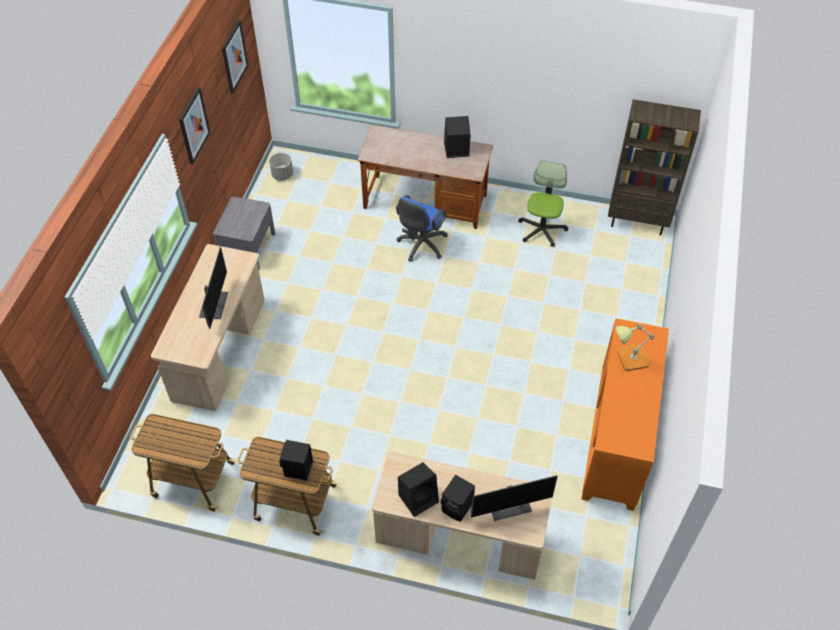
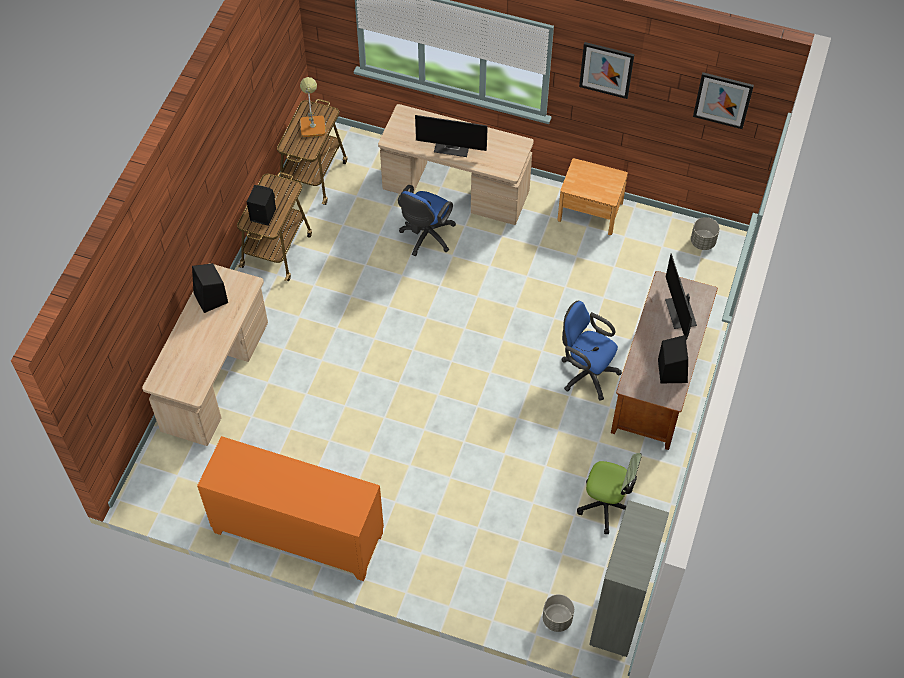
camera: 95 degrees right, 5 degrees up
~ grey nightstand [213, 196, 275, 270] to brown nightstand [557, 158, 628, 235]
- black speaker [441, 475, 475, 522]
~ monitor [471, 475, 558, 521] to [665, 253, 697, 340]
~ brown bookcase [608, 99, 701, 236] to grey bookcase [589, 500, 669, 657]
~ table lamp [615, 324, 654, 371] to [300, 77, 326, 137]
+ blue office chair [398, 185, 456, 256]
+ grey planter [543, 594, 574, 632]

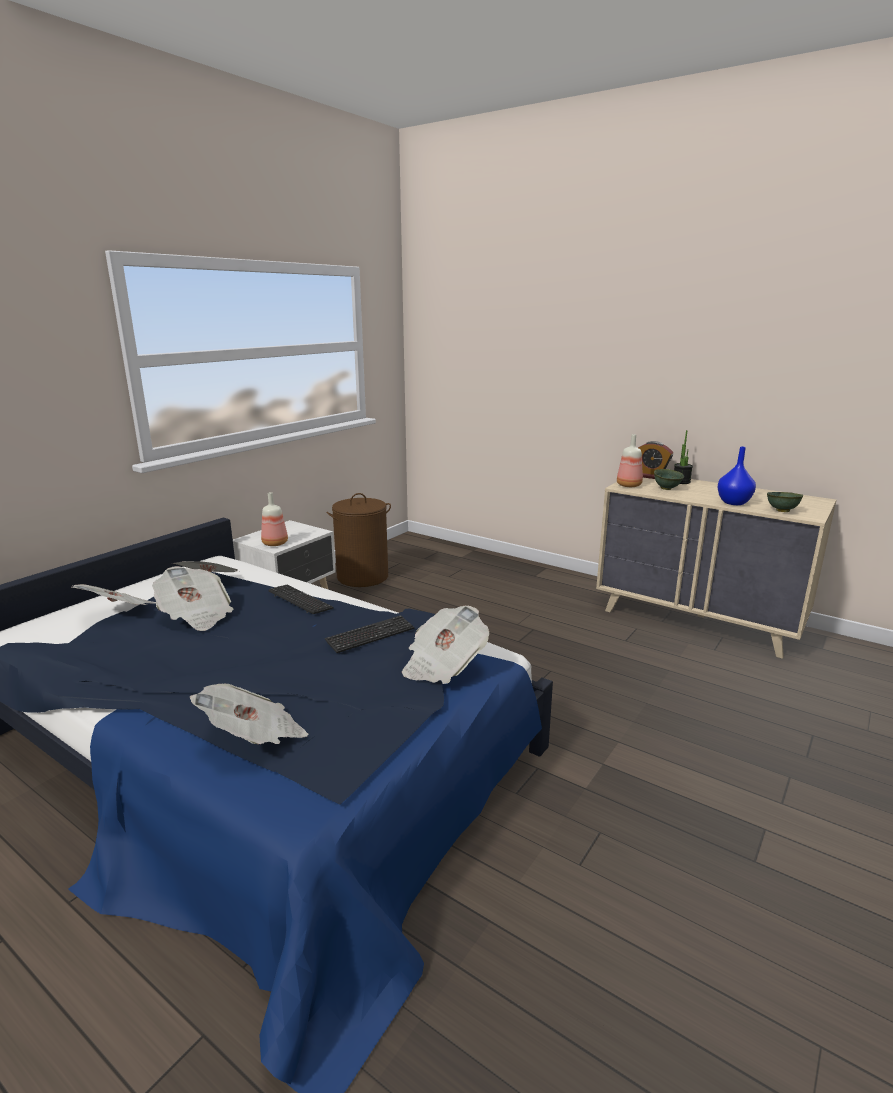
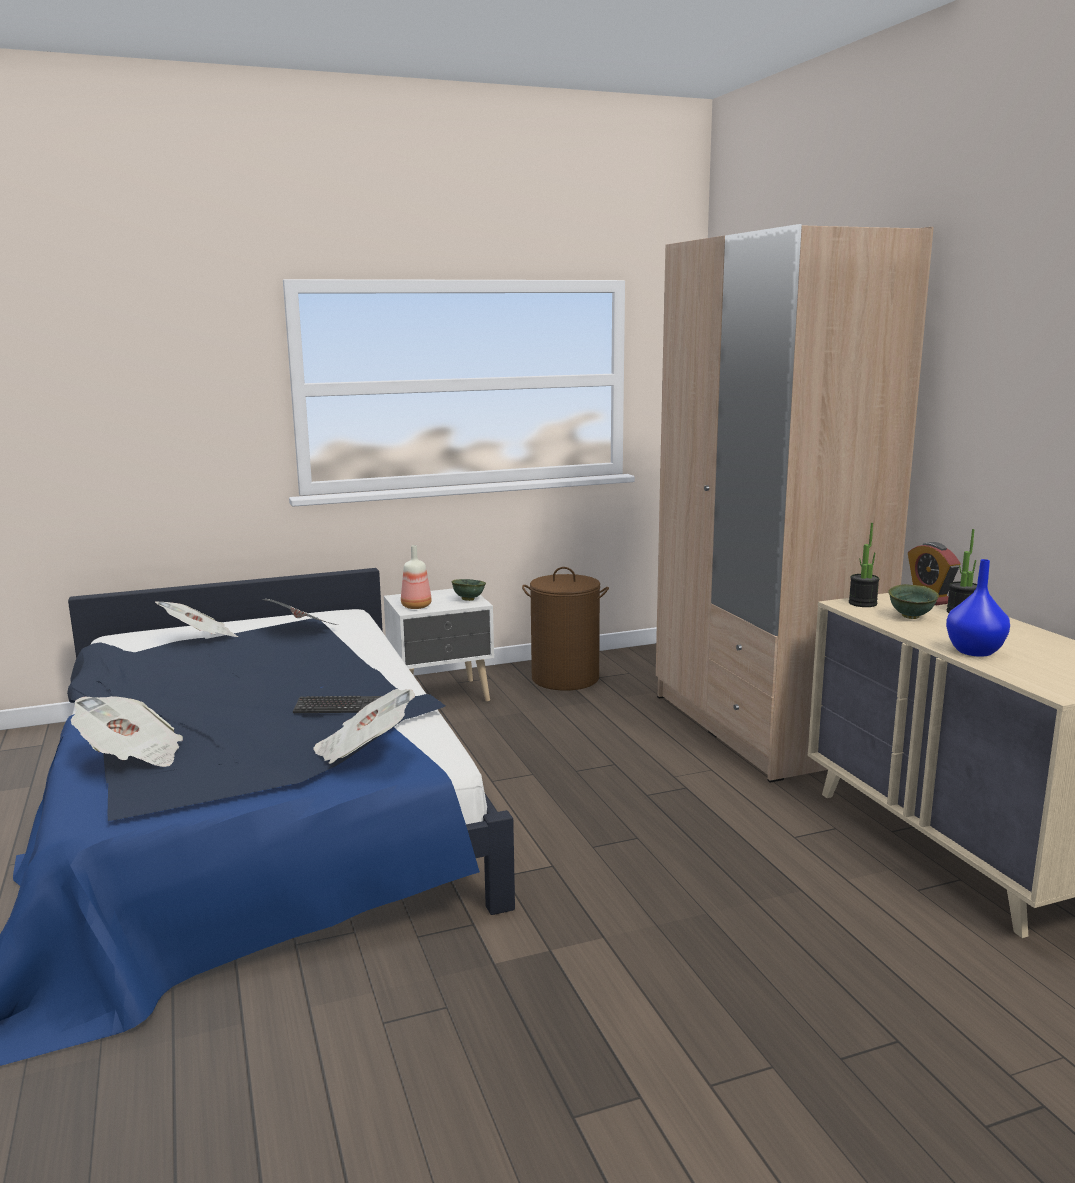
camera: 35 degrees right, 5 degrees down
- newspaper [152, 566, 234, 631]
- keyboard [269, 585, 334, 614]
~ bottle [617, 434, 643, 487] to potted plant [849, 523, 879, 607]
~ green bowl [767, 492, 803, 512] to [452, 579, 486, 601]
+ beige wardrobe [656, 224, 934, 783]

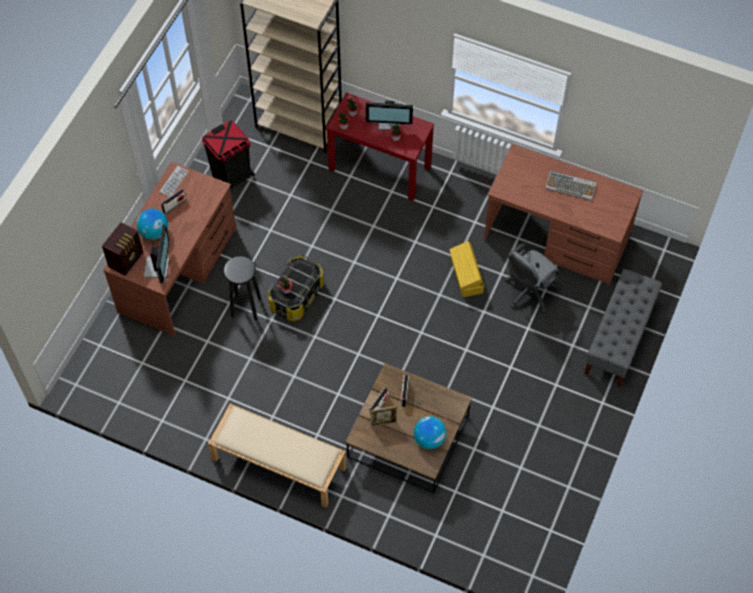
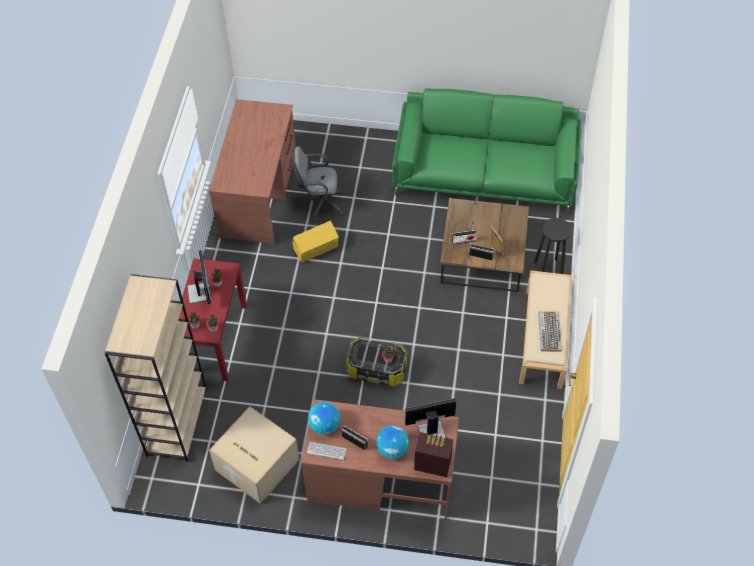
camera: 105 degrees left, 5 degrees down
~ black trash can [202, 120, 255, 189] to cardboard box [209, 406, 300, 504]
~ black stool [224, 256, 261, 320] to [534, 218, 572, 274]
~ globe [414, 416, 446, 449] to [308, 402, 340, 435]
~ grey office chair [505, 243, 560, 313] = [292, 146, 344, 221] 150 degrees clockwise
~ keyboard [545, 171, 597, 201] to [538, 311, 562, 352]
- grey bench [584, 269, 663, 387]
+ green sofa [392, 88, 581, 214]

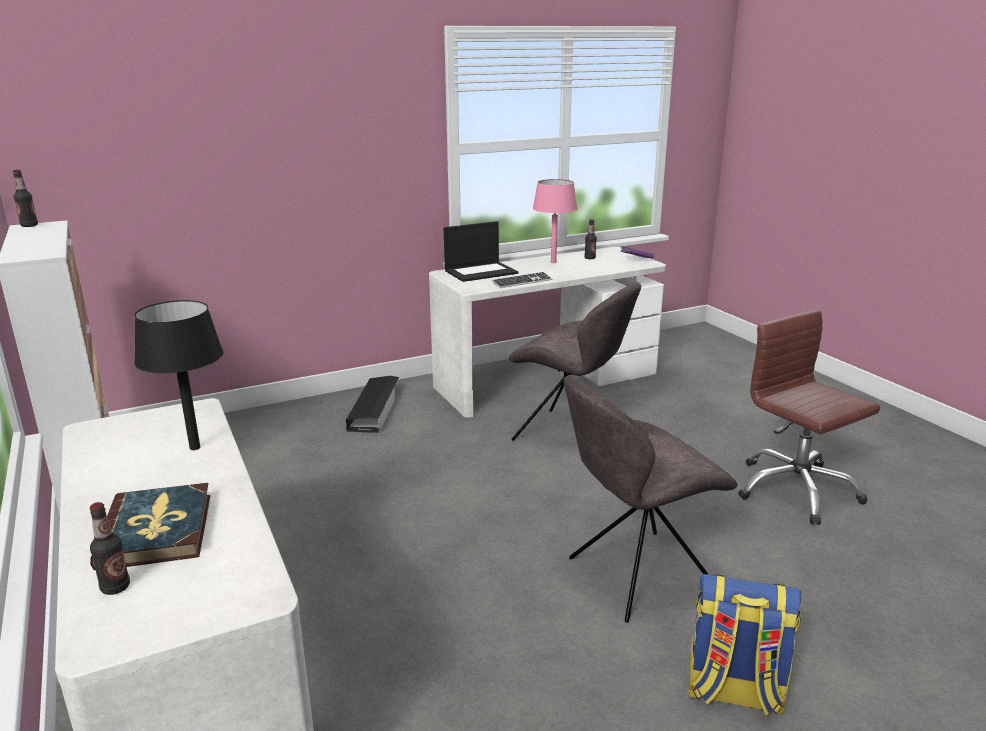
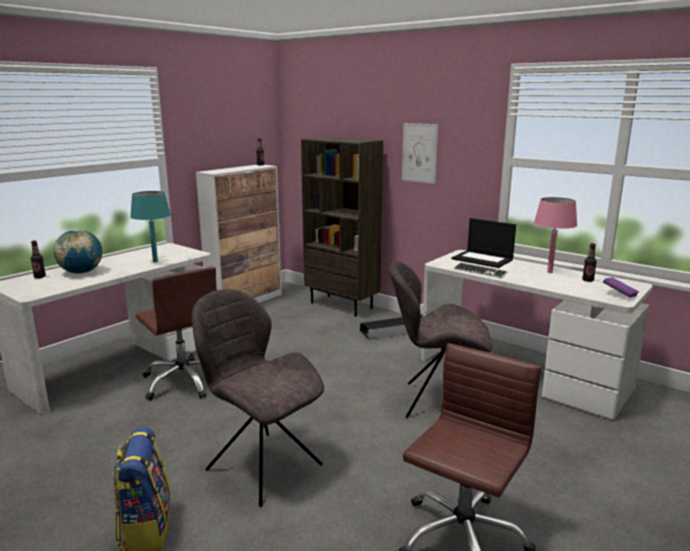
camera: 65 degrees right, 5 degrees down
~ book [90, 483, 210, 571] to globe [54, 229, 102, 274]
~ black table lamp [134, 300, 223, 450] to turquoise table lamp [130, 191, 171, 262]
~ grey chair [509, 281, 641, 460] = [389, 261, 492, 418] 90 degrees clockwise
+ brown office chair [136, 267, 217, 400]
+ brown bookcase [301, 137, 383, 316]
+ picture [402, 123, 438, 184]

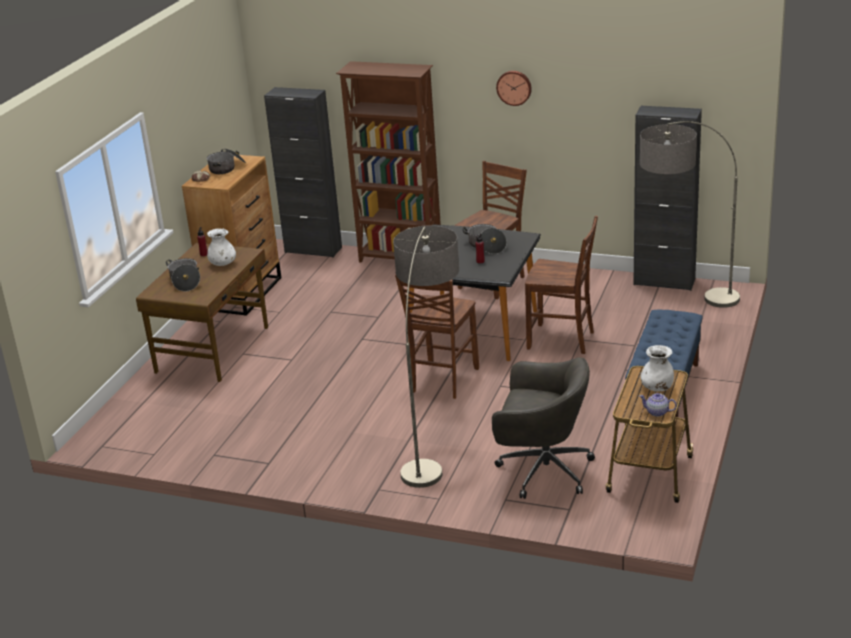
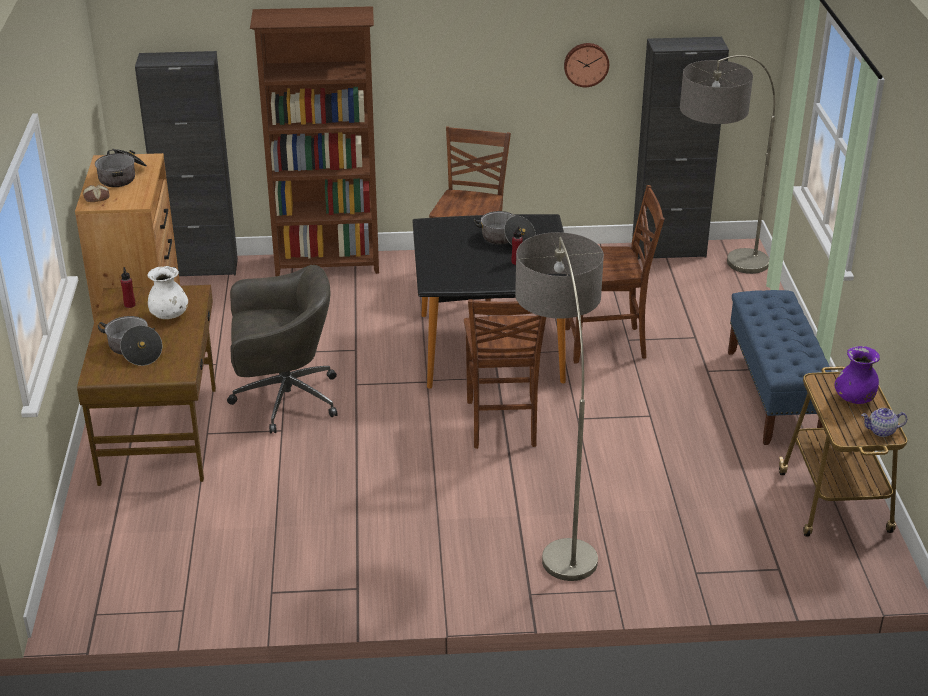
camera: 25 degrees left, 5 degrees up
~ grey office chair [492, 357, 595, 499] to [227, 265, 338, 434]
~ wall clock [496, 71, 532, 106] to [564, 43, 609, 87]
~ white vase [640, 345, 674, 391] to purple vase [834, 346, 880, 404]

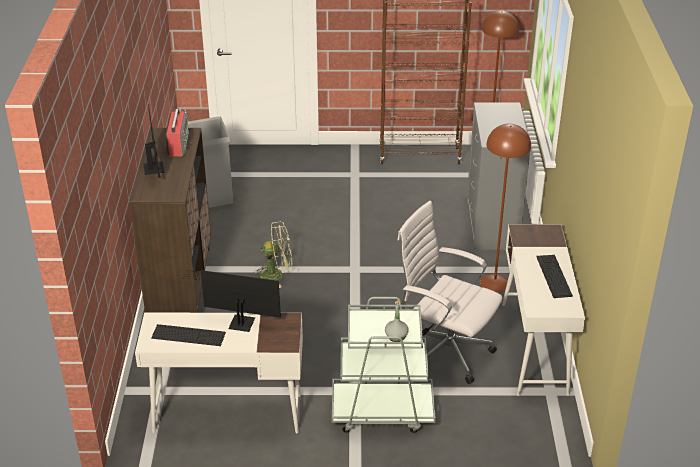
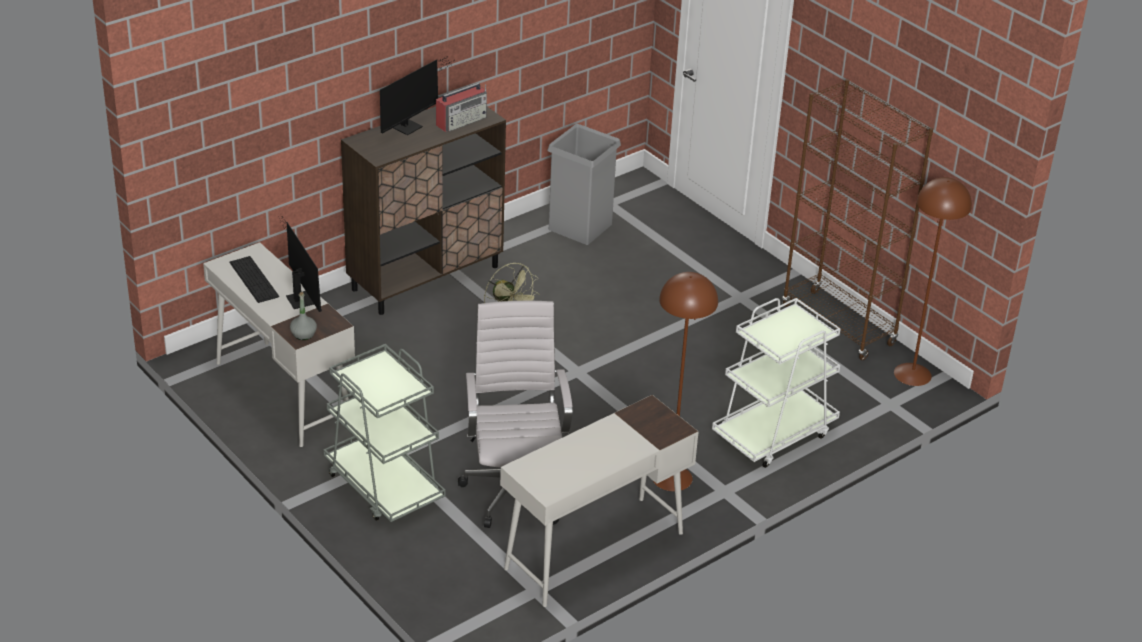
camera: 50 degrees right, 0 degrees up
~ grey bottle [385, 300, 409, 342] to [290, 292, 317, 340]
~ grey dresser [467, 102, 530, 250] to white cart [712, 298, 840, 468]
- keyboard [536, 255, 573, 298]

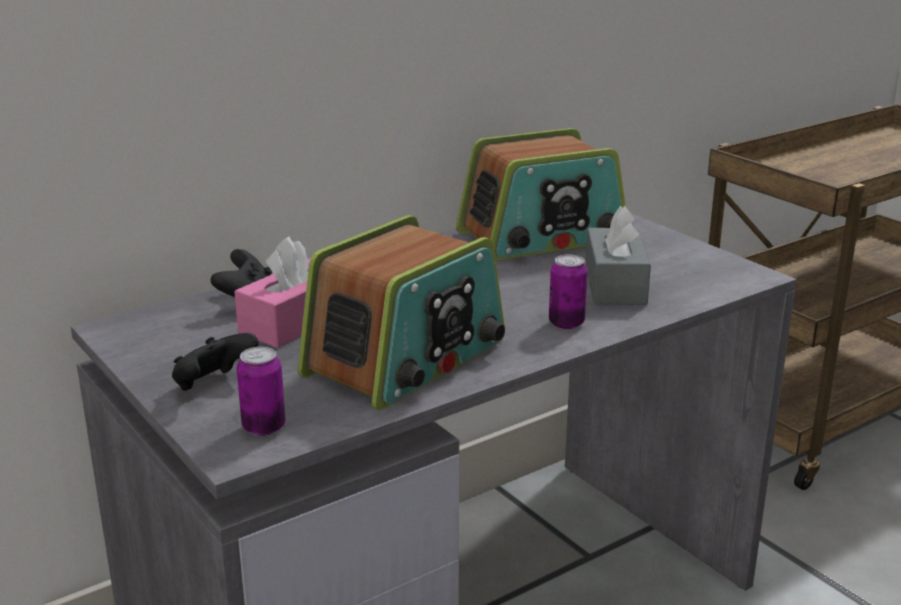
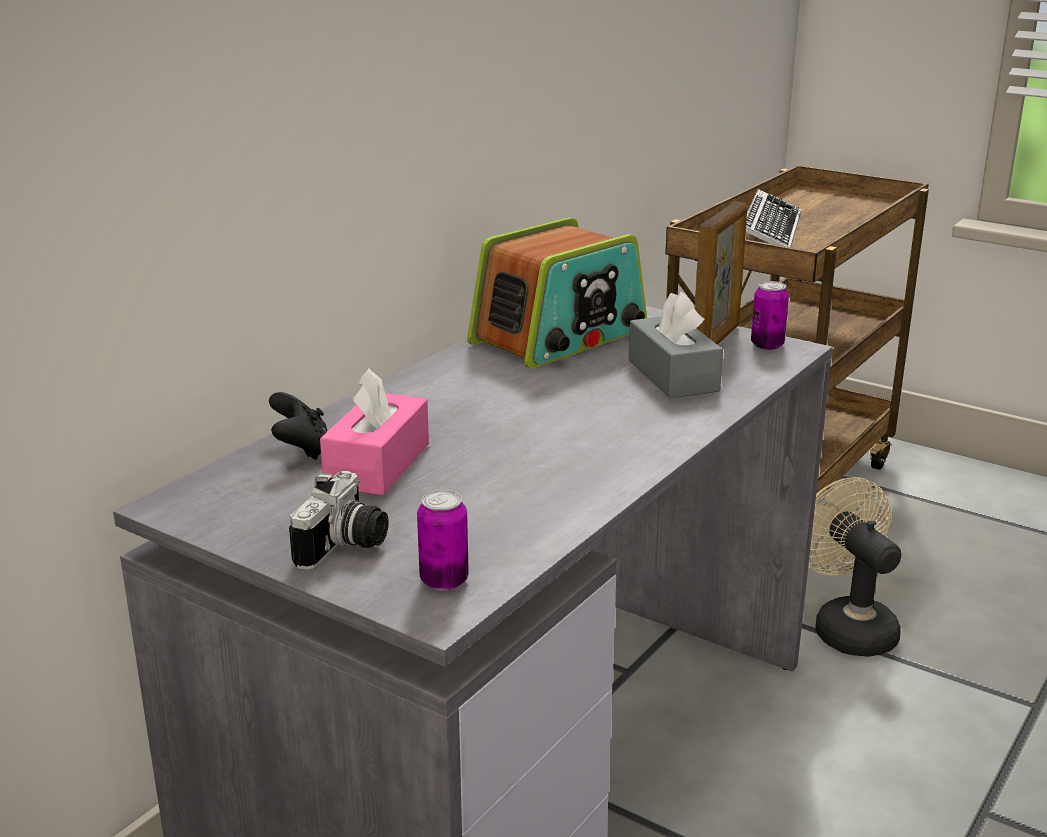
camera: 20 degrees left, 0 degrees up
~ black game controller [172, 333, 259, 391] to photo camera [289, 471, 389, 570]
- radio [298, 215, 505, 410]
~ can [549, 254, 588, 329] to [751, 281, 789, 350]
+ picture frame [694, 201, 747, 345]
+ keyboard [746, 189, 801, 247]
+ beige fan [808, 477, 901, 657]

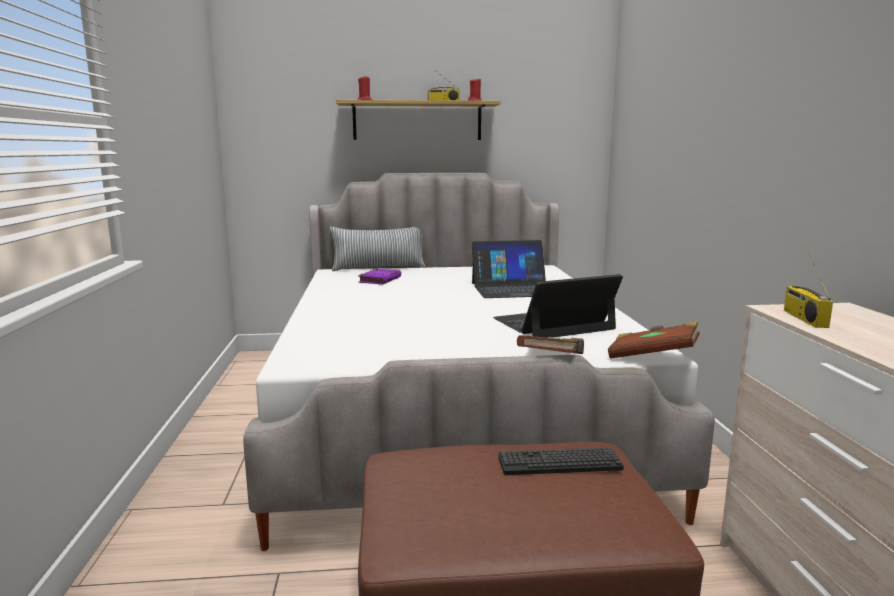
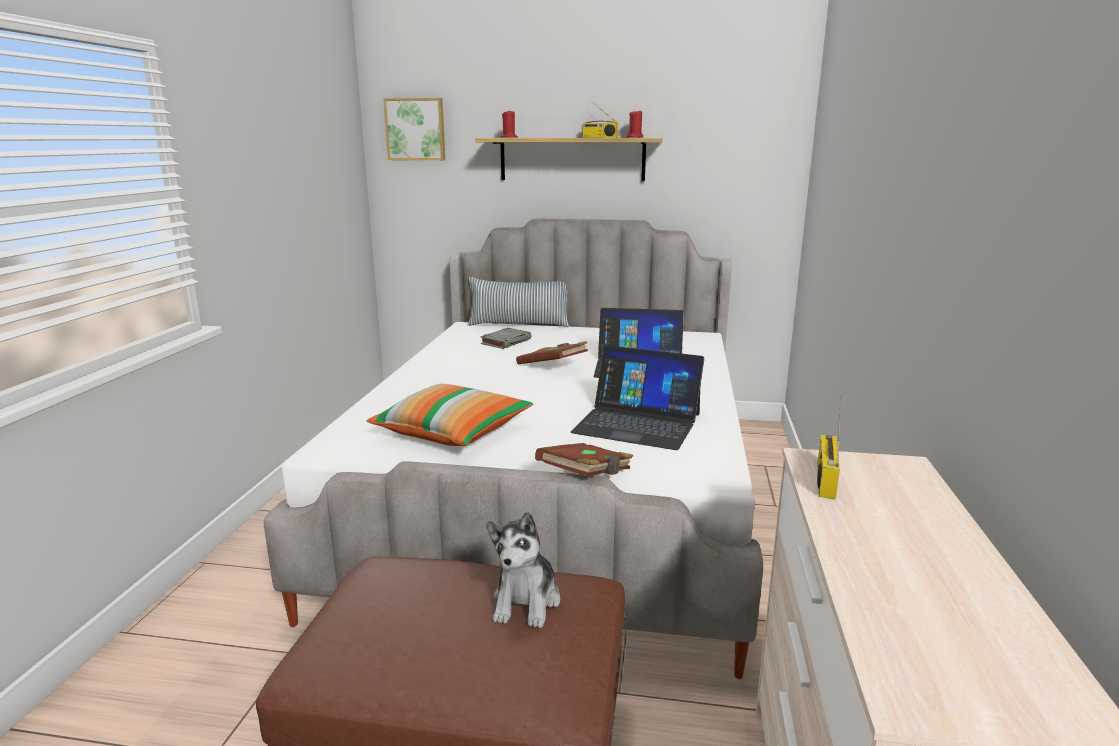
camera: 15 degrees right, 5 degrees up
~ purple book [358, 269, 401, 285] to grey book [480, 328, 531, 349]
~ laptop [493, 274, 623, 338] = [571, 345, 704, 450] 150 degrees counterclockwise
~ keyboard [498, 447, 624, 475] to plush toy [486, 512, 560, 628]
~ brown book [608, 322, 700, 359] to [516, 341, 588, 364]
+ pillow [367, 384, 533, 446]
+ picture [383, 98, 445, 160]

